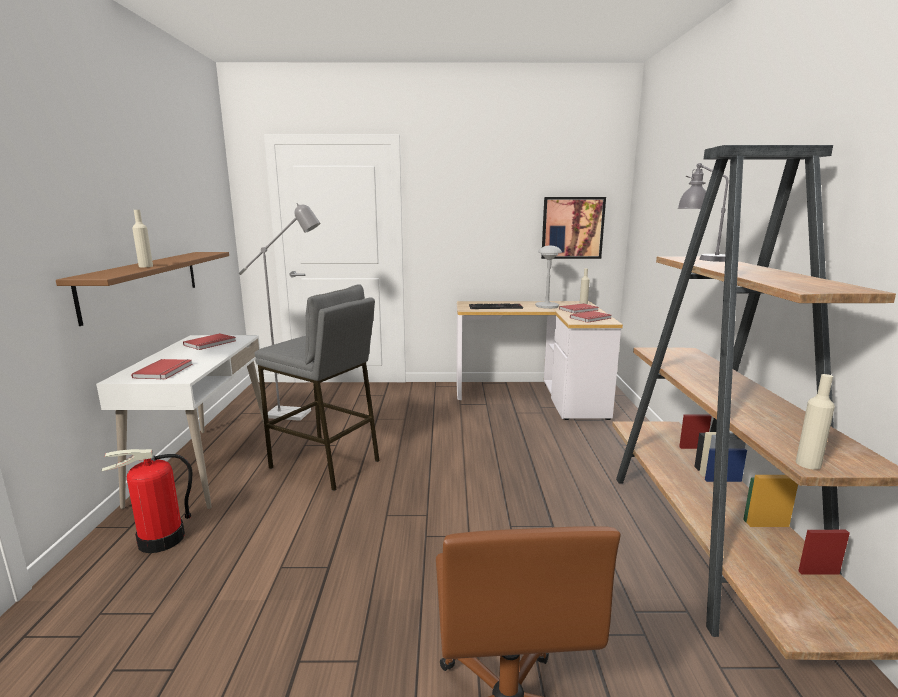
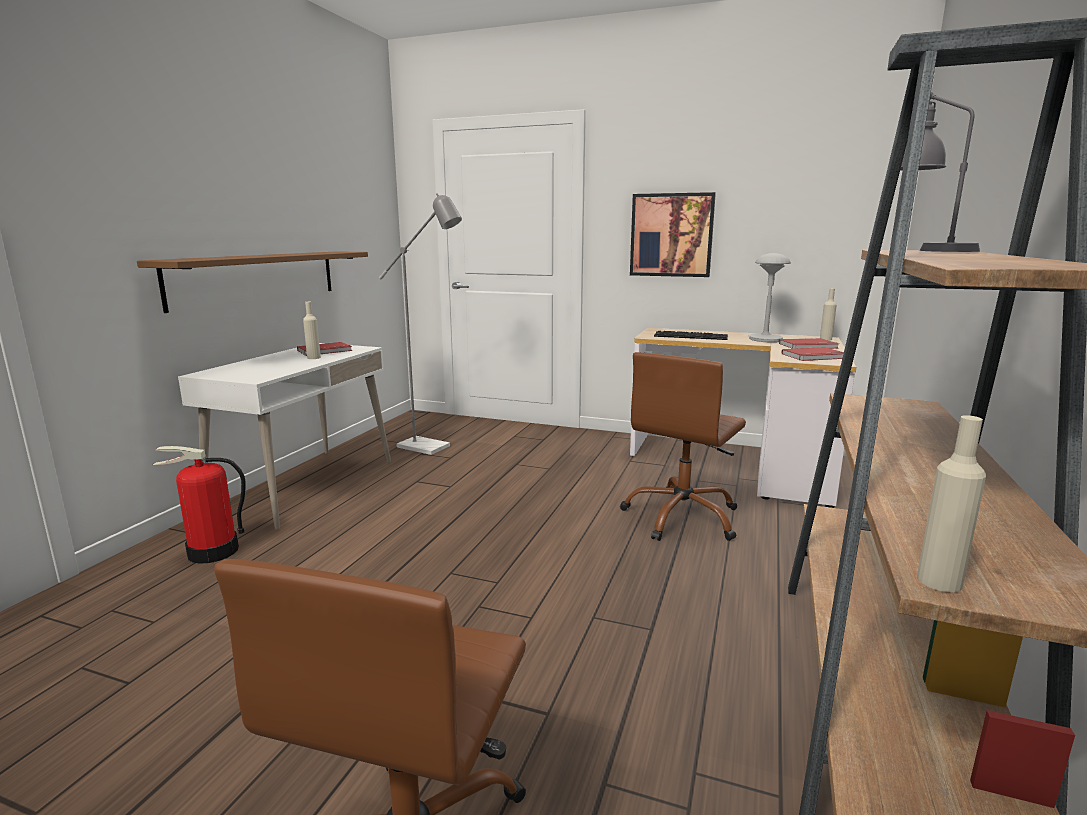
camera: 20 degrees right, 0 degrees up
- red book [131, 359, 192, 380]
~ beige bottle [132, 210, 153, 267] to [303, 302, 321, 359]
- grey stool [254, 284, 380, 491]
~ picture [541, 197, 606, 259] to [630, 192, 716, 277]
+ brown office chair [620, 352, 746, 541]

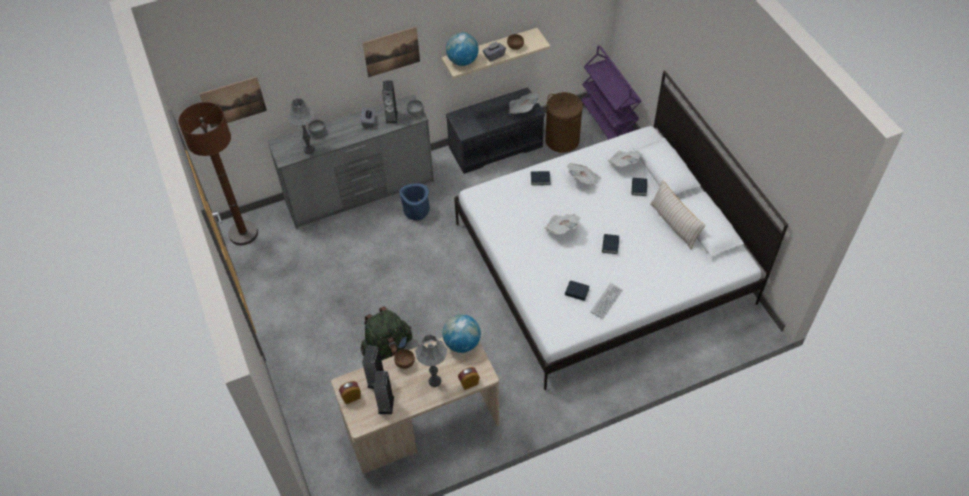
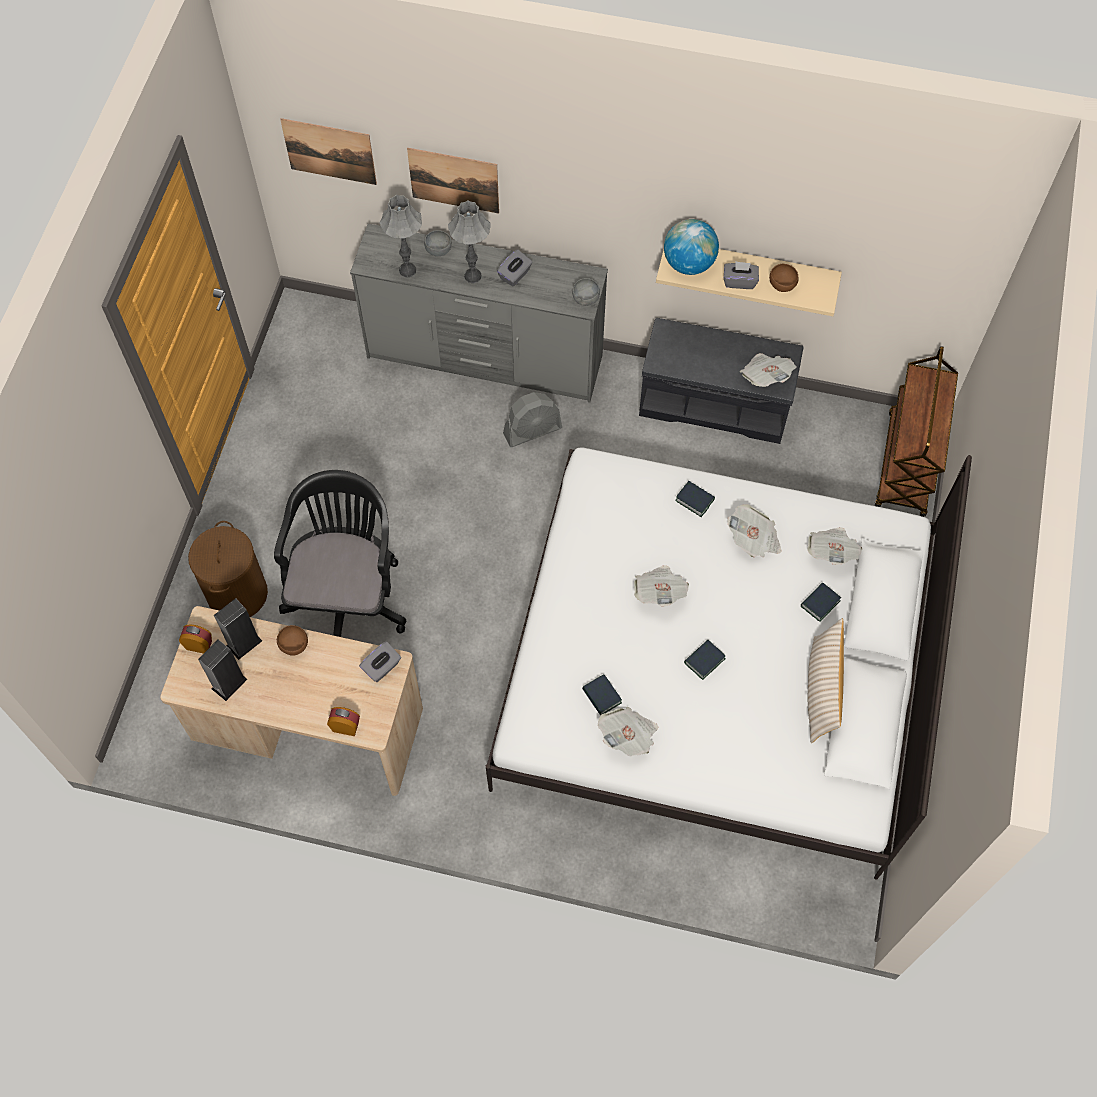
camera: 35 degrees right, 10 degrees up
- brown floor lamp [178, 102, 258, 245]
~ green backpack [361, 306, 413, 360] to black office chair [274, 470, 407, 637]
~ picture [363, 27, 420, 78] to [407, 148, 499, 214]
- speaker [382, 80, 398, 123]
~ blue planter [399, 183, 430, 221] to grey fan [503, 392, 562, 447]
~ grey table lamp [415, 334, 447, 387] to [448, 201, 491, 283]
~ globe [442, 314, 481, 353] to grey tissue box [359, 641, 401, 682]
~ brown laundry basket [545, 92, 583, 153] to [188, 521, 268, 617]
~ purple cart [581, 45, 642, 140] to brown cart [875, 346, 958, 517]
~ keyboard [590, 283, 623, 319] to newspaper [598, 707, 658, 756]

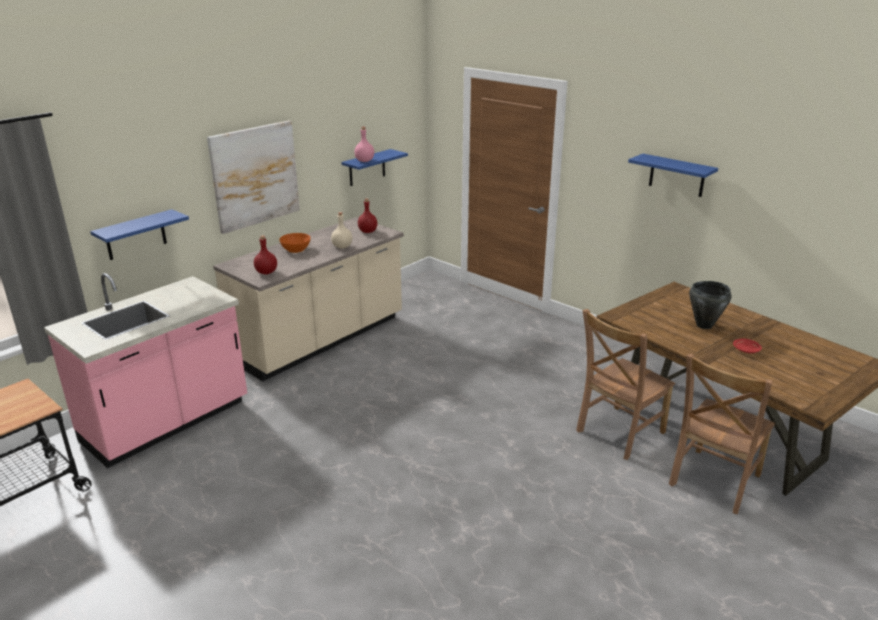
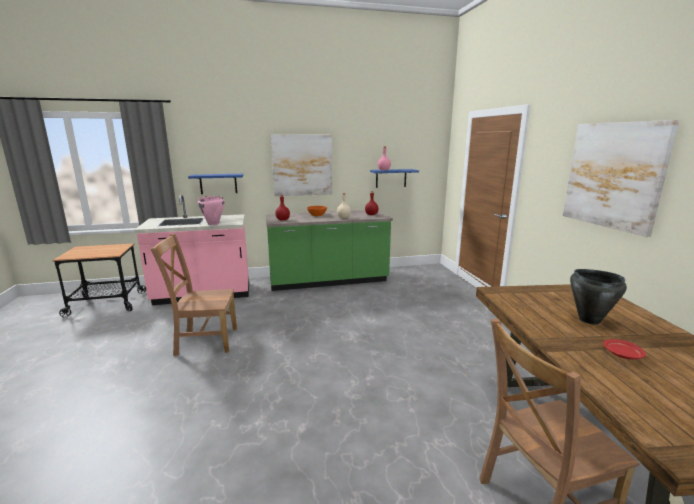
camera: 35 degrees right, 10 degrees down
~ beige counter [213, 217, 404, 381] to green counter [265, 210, 393, 291]
~ brown chair [576, 309, 675, 460] to [150, 234, 237, 356]
~ blue shelf [628, 154, 718, 197] to picture [563, 120, 679, 237]
+ pink cooking pot [198, 196, 225, 225]

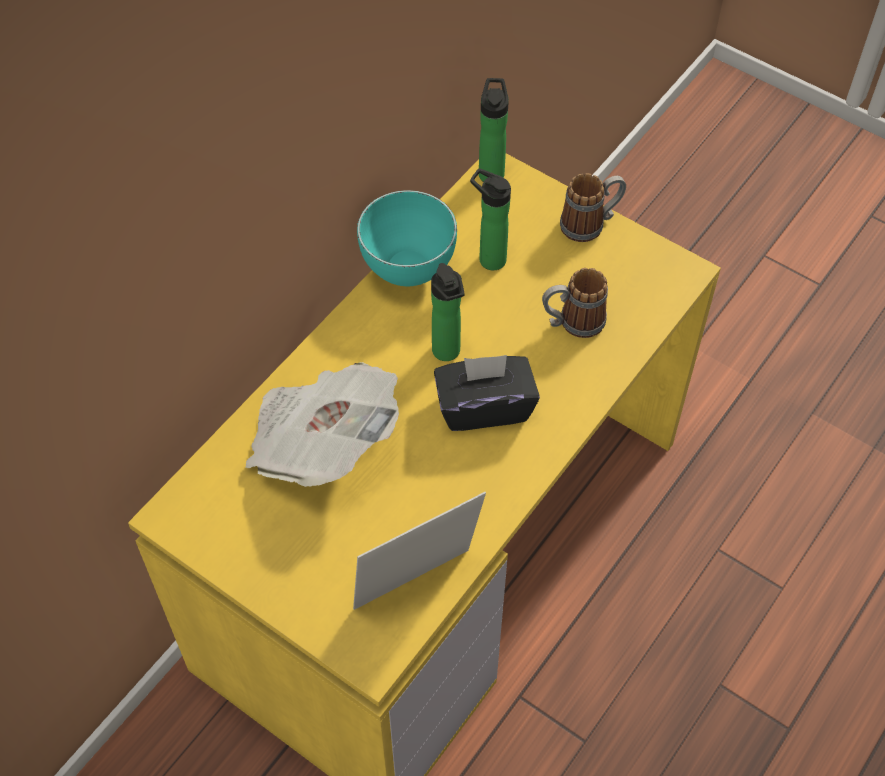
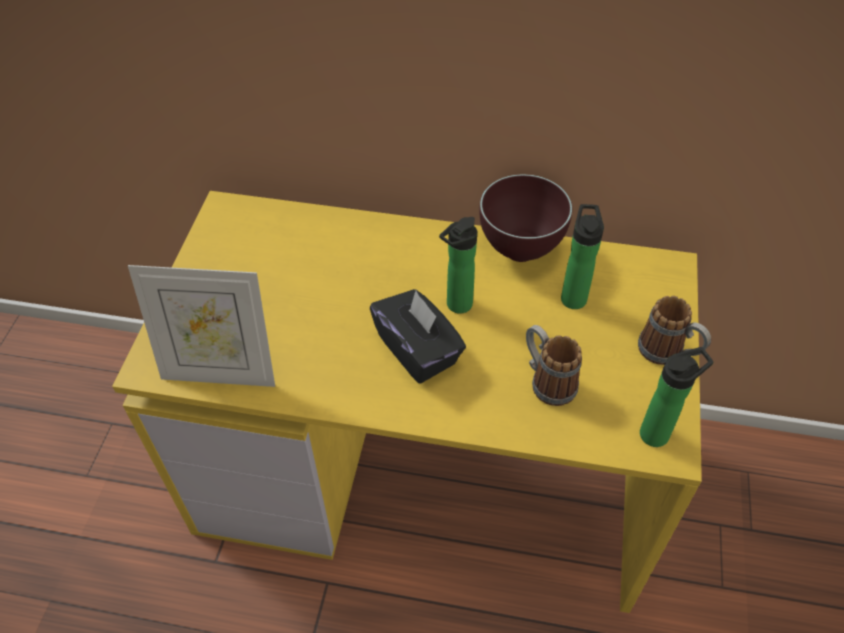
camera: 65 degrees right, 5 degrees down
- newspaper [245, 362, 399, 487]
~ picture frame [353, 492, 486, 610] = [128, 265, 275, 387] 150 degrees clockwise
~ turquoise bowl [357, 190, 457, 286] to brown bowl [479, 174, 572, 262]
~ bottle [479, 78, 509, 182] to [640, 347, 713, 447]

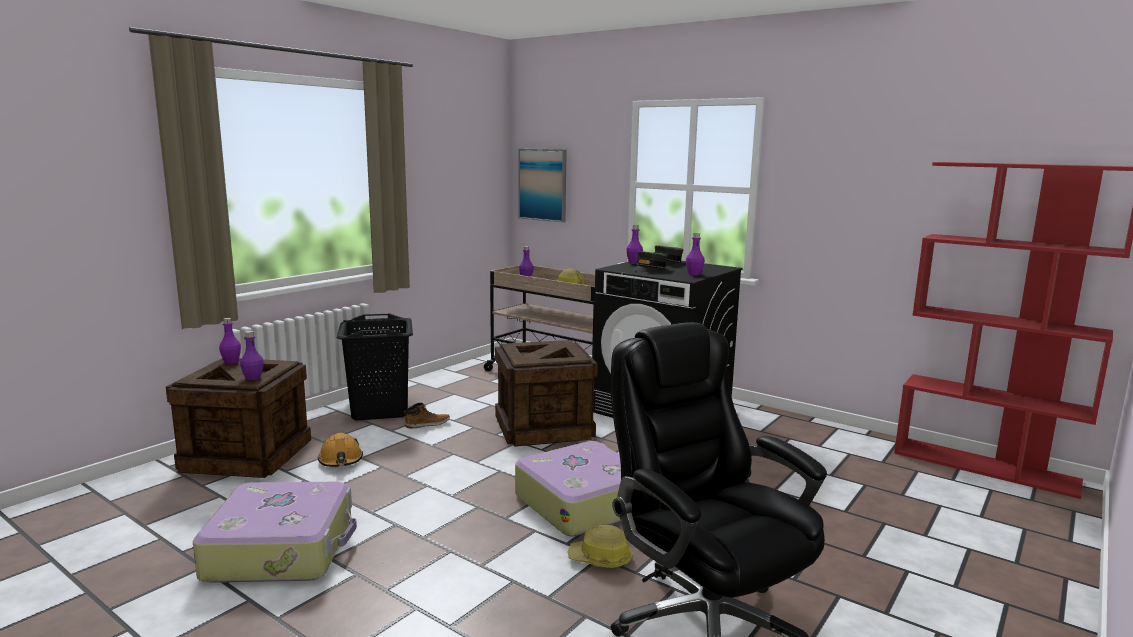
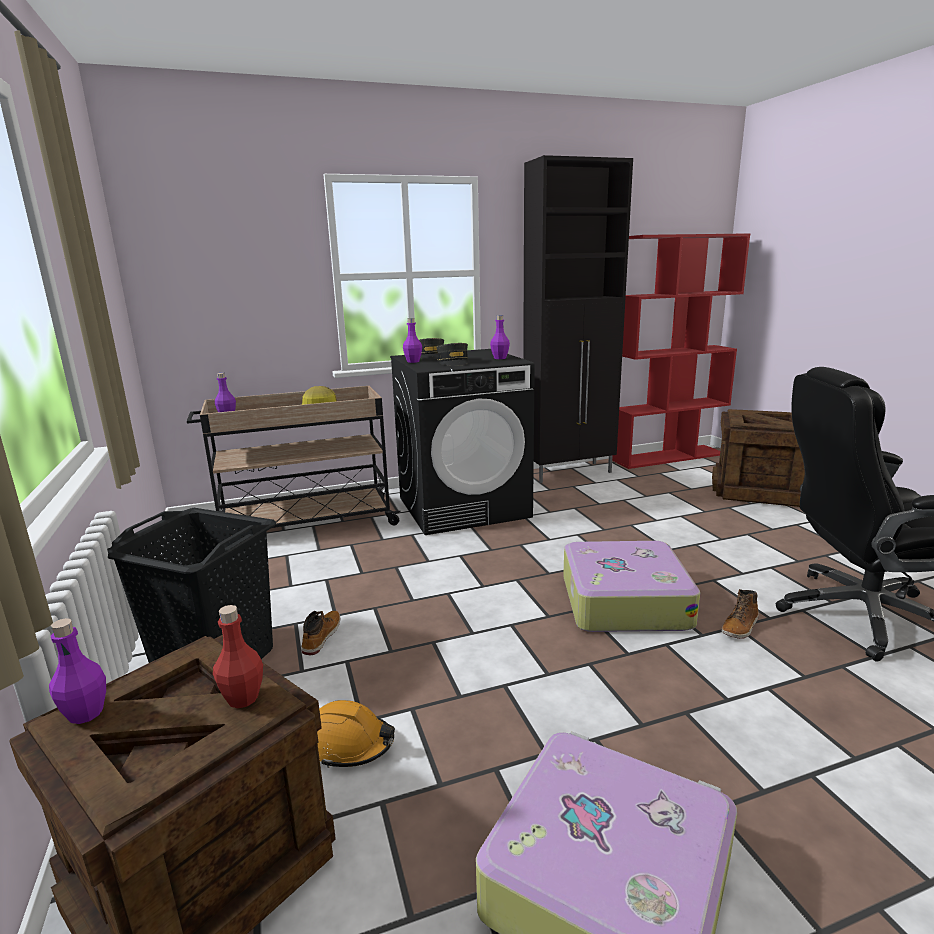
camera: 55 degrees left, 5 degrees up
~ purple bottle [240, 331, 264, 380] to red bottle [213, 605, 263, 708]
~ crate [495, 340, 598, 447] to [712, 409, 805, 507]
- picture [518, 149, 567, 223]
~ hard hat [568, 525, 633, 568] to boot [721, 589, 759, 639]
+ black cabinet [523, 155, 633, 483]

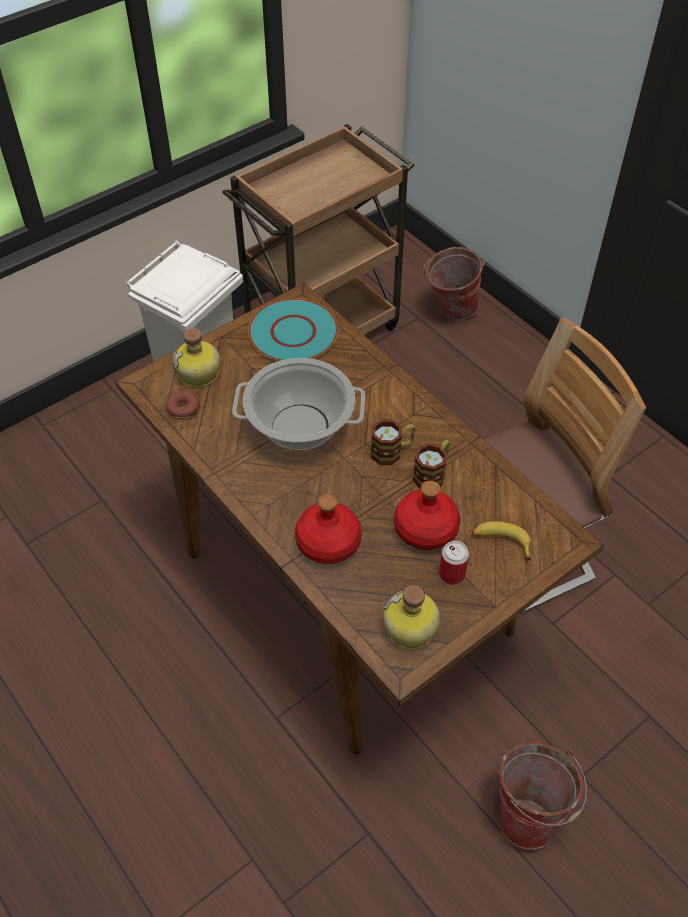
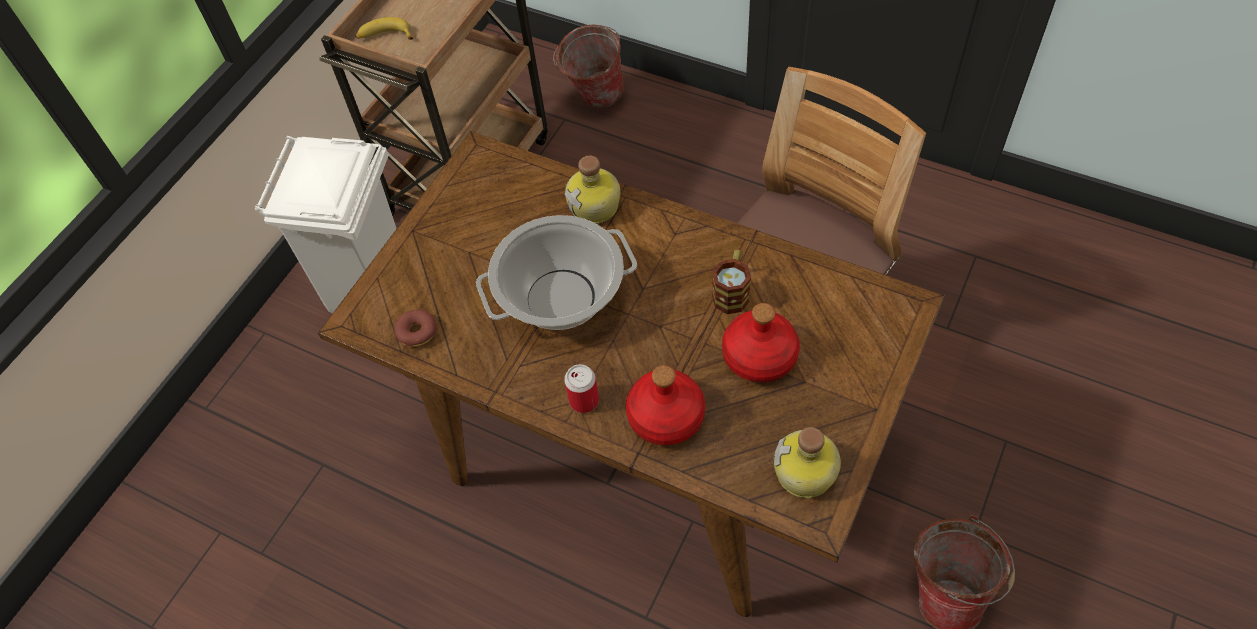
camera: 20 degrees left, 5 degrees up
~ bottle [173, 328, 220, 387] to [565, 156, 620, 224]
- turquoise plate [248, 298, 338, 361]
- mug [371, 419, 416, 465]
~ can [439, 541, 469, 584] to [564, 364, 599, 413]
~ banana [472, 521, 531, 560] to [355, 17, 413, 40]

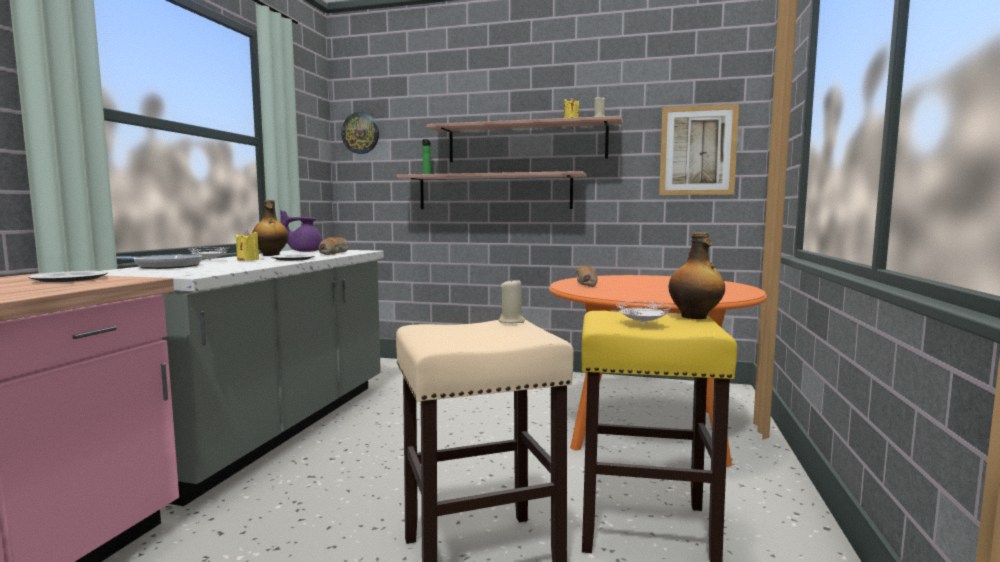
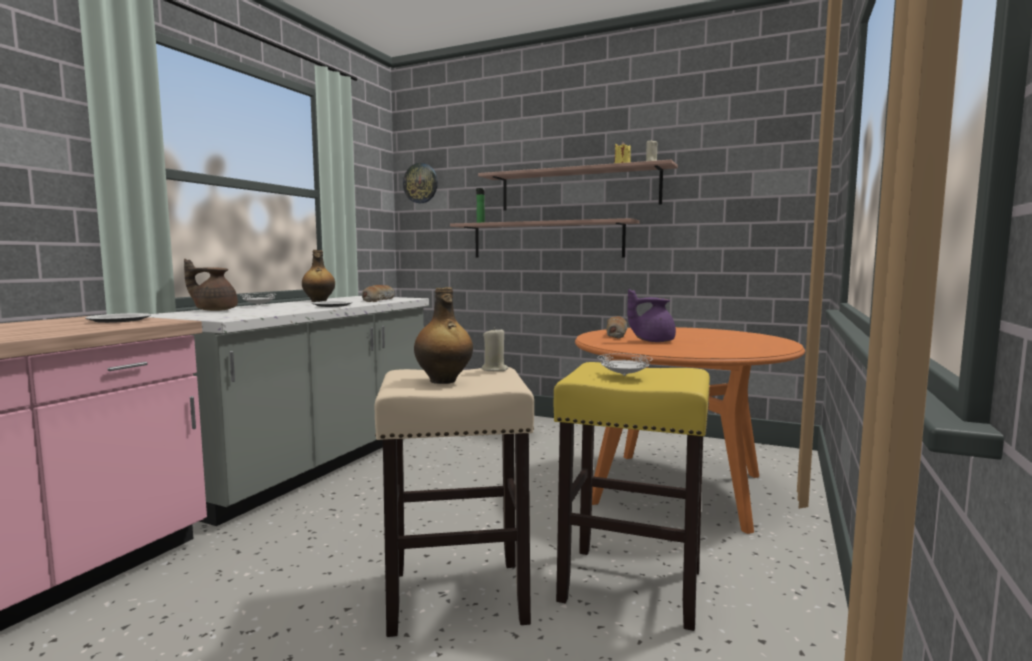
camera: 10 degrees right, 0 degrees up
~ frying pan [116, 254, 203, 269] to brown teapot [184, 259, 238, 311]
- yellow candle [236, 230, 259, 261]
~ purple teapot [280, 210, 323, 252] to [627, 289, 676, 342]
- picture [659, 104, 739, 195]
~ bottle [669, 232, 725, 319] to [414, 287, 473, 384]

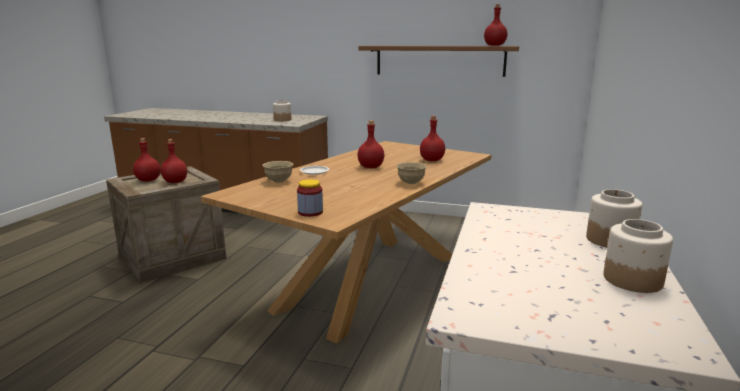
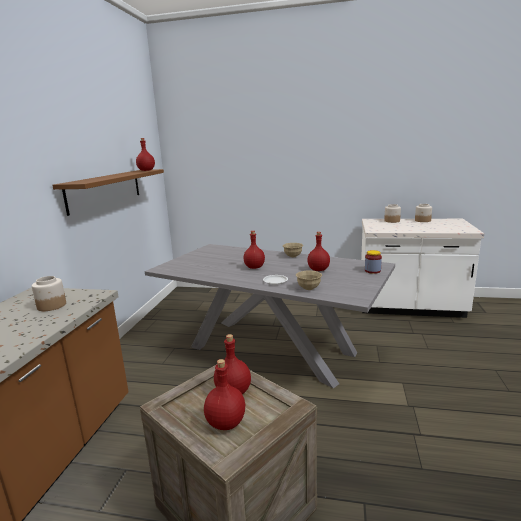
camera: 95 degrees left, 0 degrees up
~ brown dining table [201, 141, 491, 344] to grey dining table [145, 244, 395, 389]
~ red bottle [420, 116, 445, 161] to [307, 232, 330, 271]

